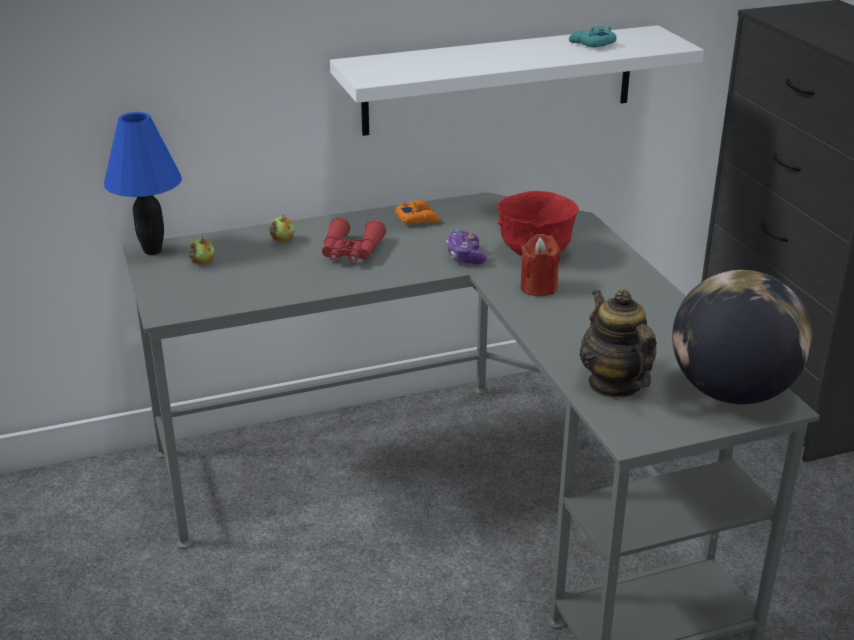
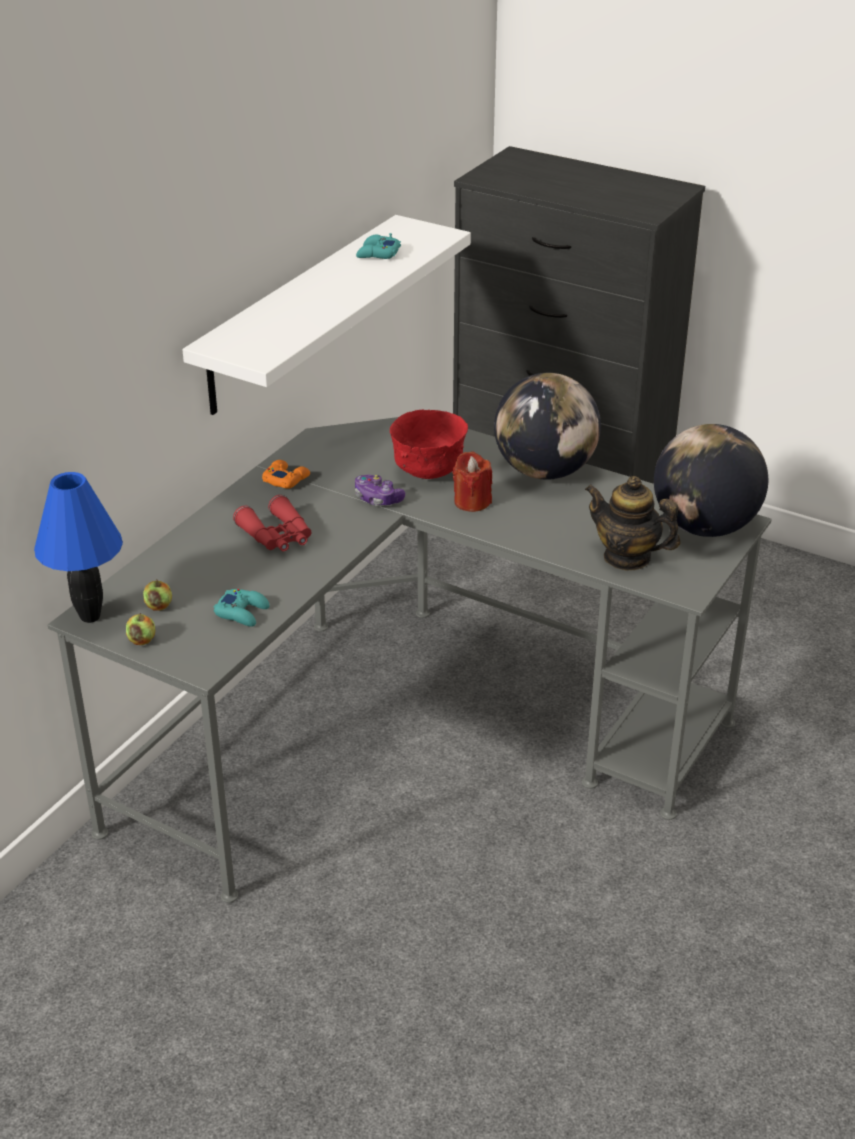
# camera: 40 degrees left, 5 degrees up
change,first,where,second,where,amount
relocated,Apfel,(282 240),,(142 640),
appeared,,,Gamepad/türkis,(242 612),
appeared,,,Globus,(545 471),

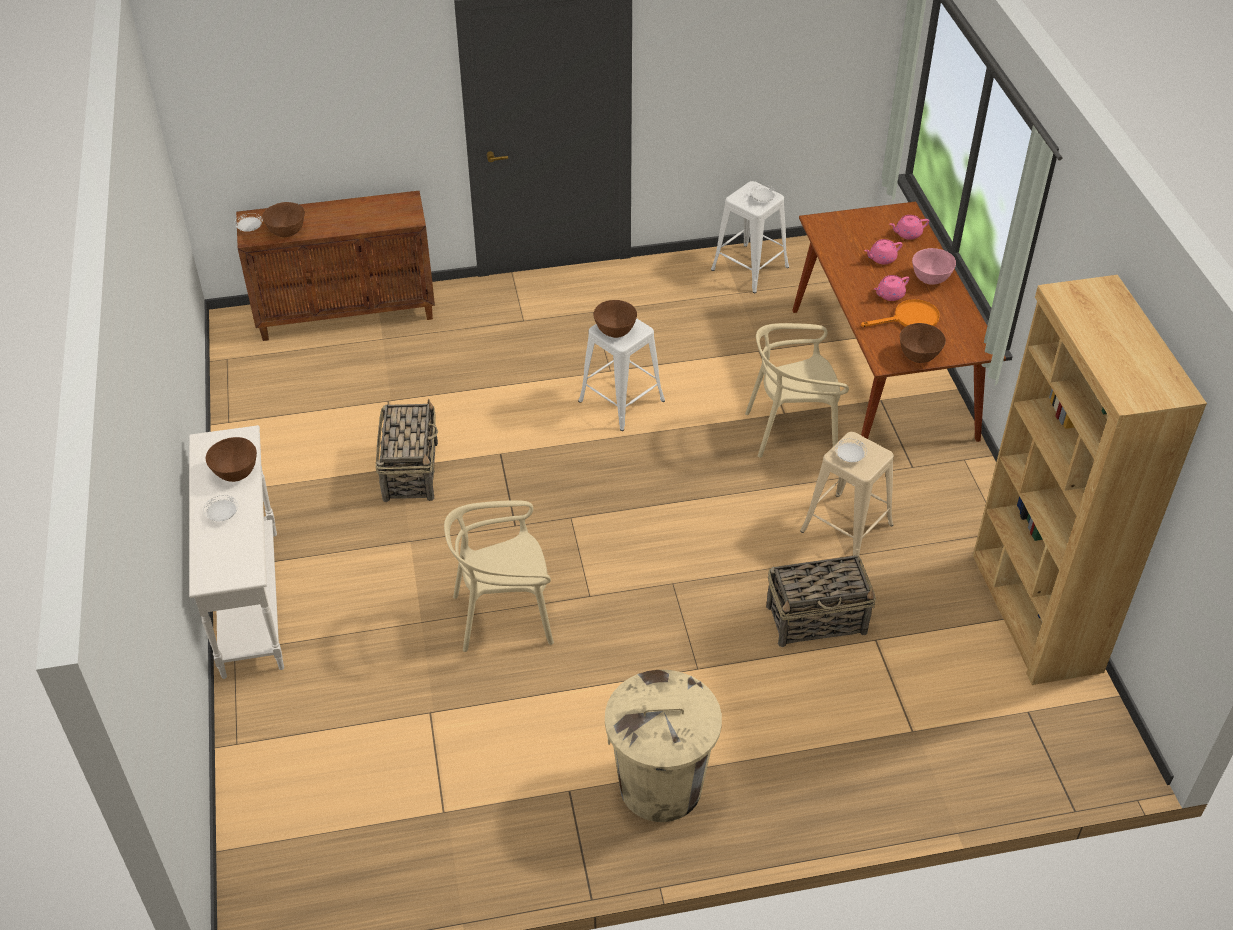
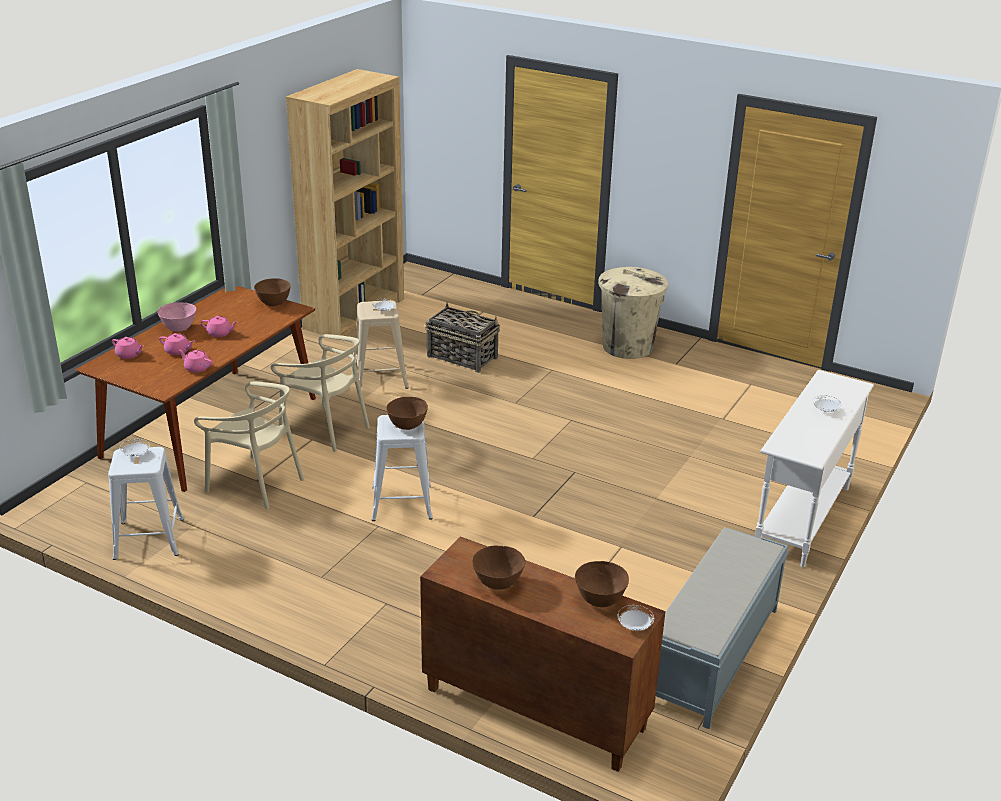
# camera: 140 degrees left, 15 degrees down
change,first,where,second,where,amount
appeared,,,Teekanne/rosa,(196 368),
relocated,Stuhl/beige,(504 616),,(255 483),
relocated,Schüssel/braun,(236 474),,(497 583),
appeared,,,Bank/grau,(713 656),
missing,Korb,(411 470),,,
missing,Pfanne/orange,(910 319),,,

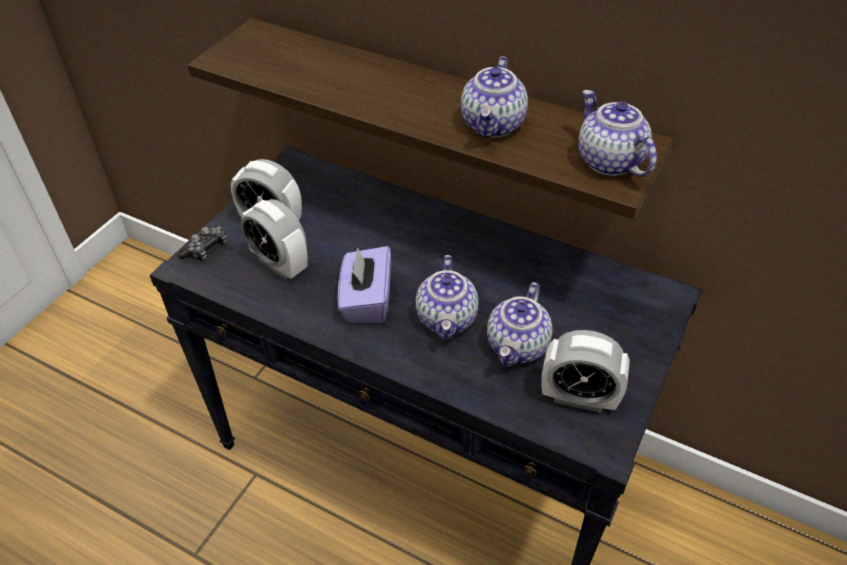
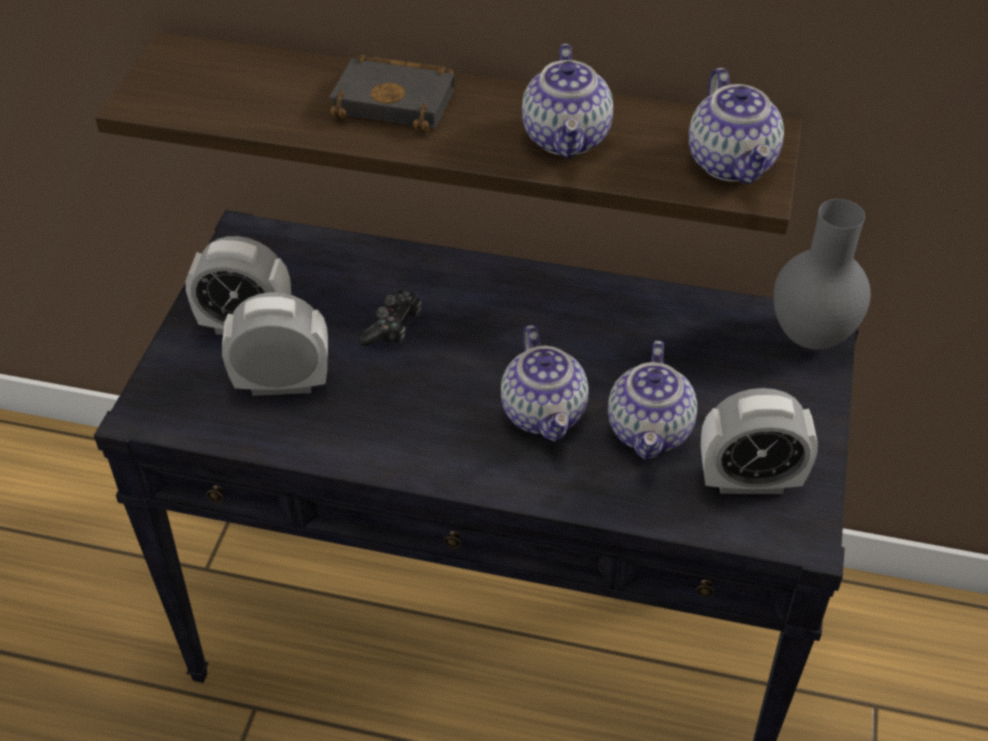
# camera: 15 degrees left, 0 degrees up
change,first,where,second,where,amount
spun,Wecker,(279 264),,(282 384),150 degrees clockwise
appeared,,,Buch/schwarz,(398 100),
relocated,Gamepad,(206 249),,(392 326),
spun,Teekanne,(608 161),,(733 163),150 degrees counterclockwise
appeared,,,Vase/grau,(811 339),
missing,Taschentuchbox/lila,(366 301),,,

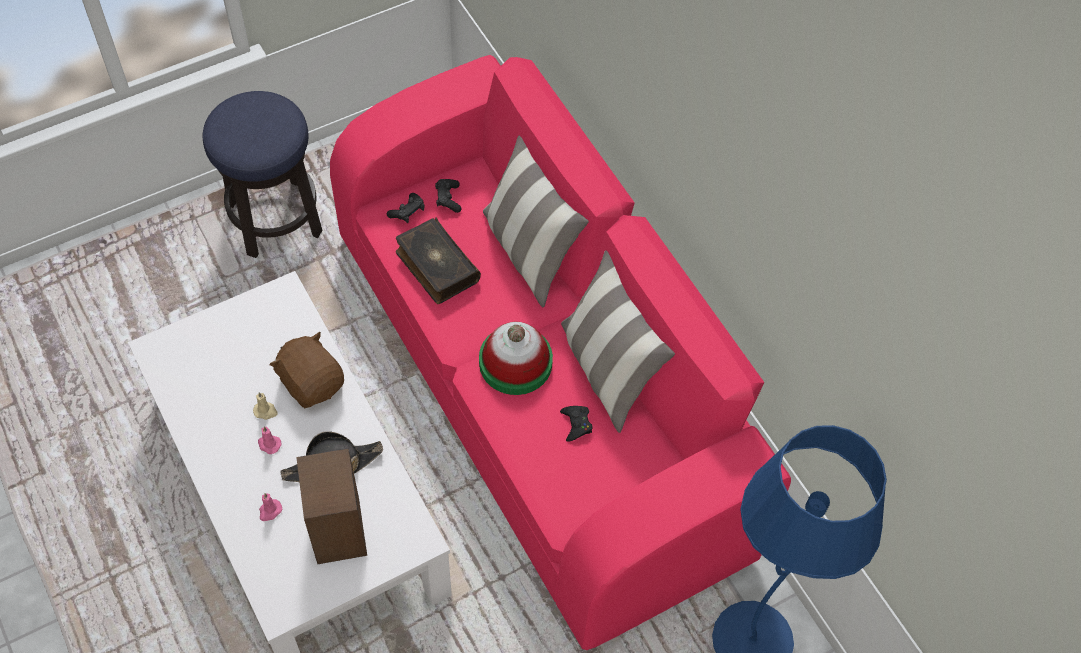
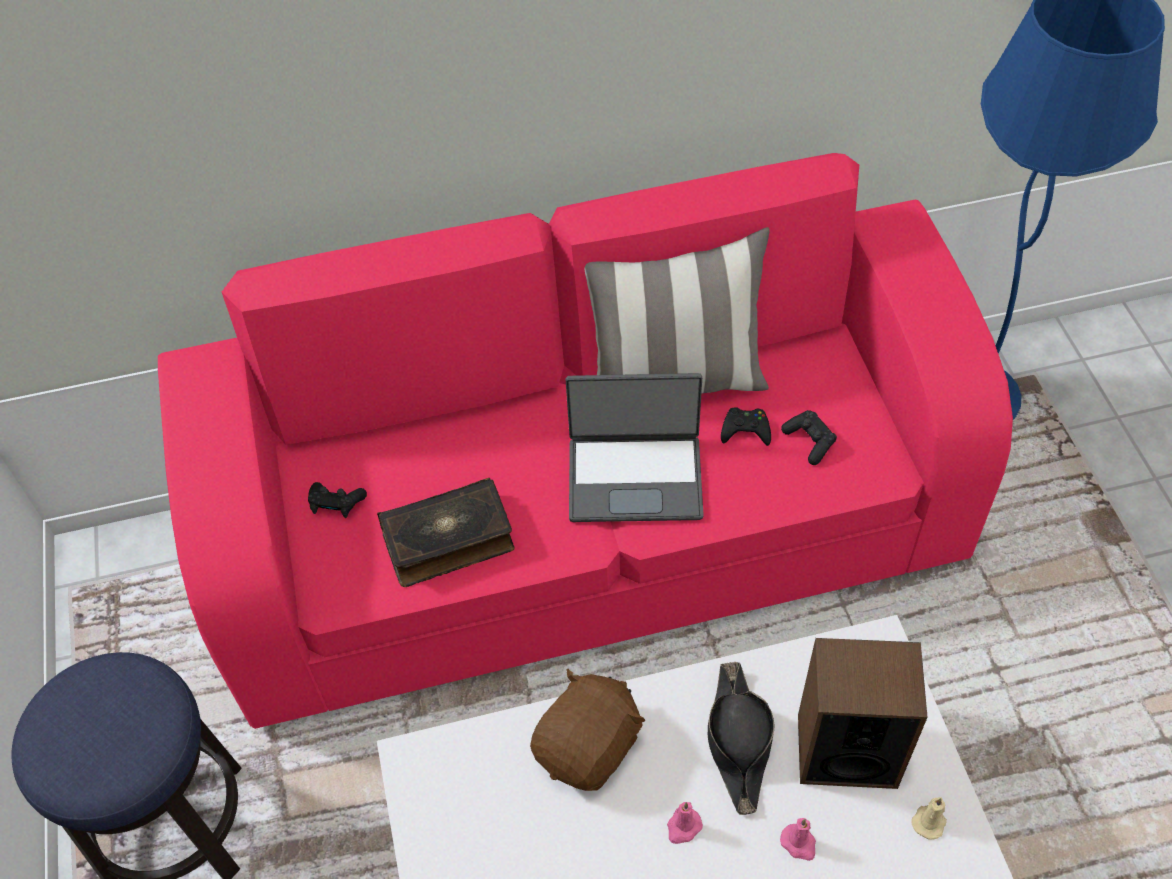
# camera: 70 degrees left, 5 degrees down
change,first,where,second,where,amount
spun,Plüschtier/braun,(312 382),,(589 747),150 degrees clockwise
exchanged,Hut,(515 362),Laptop,(635 477),
relocated,Gamepad/schwarz,(407 212),,(809 442),
relocated,Kerze/beige,(265 411),,(929 820),
missing,Kissen,(531 251),,,

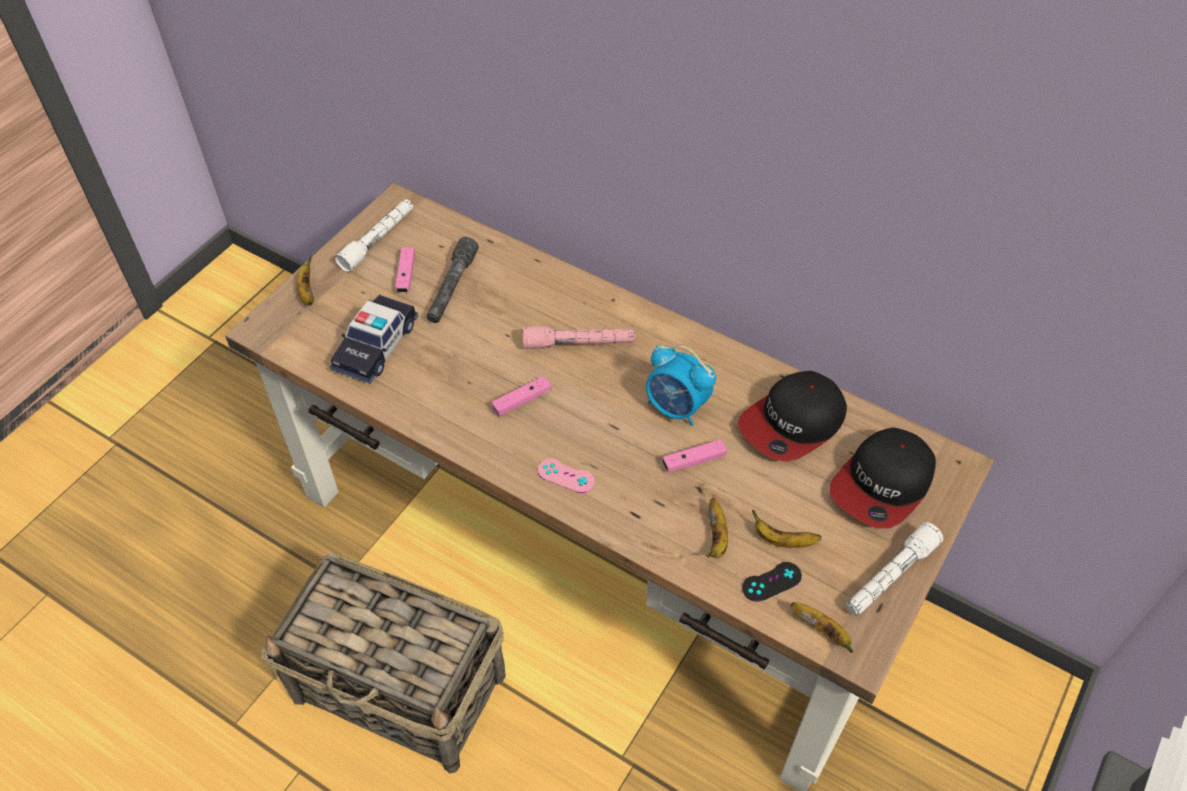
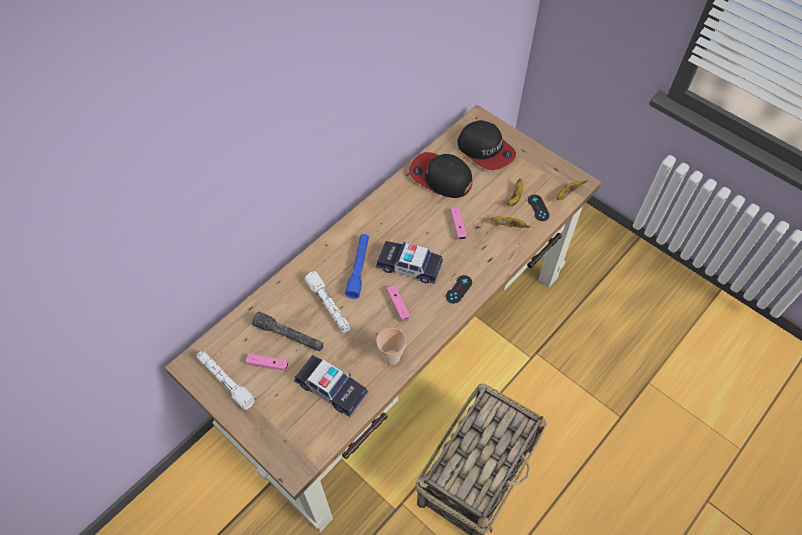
# camera: 80 degrees left, 5 degrees up
change,first,where,second,where,amount
relocated,Taschenlampe/weiß,(890 576),,(329 306),
colour,Taschenlampe/rosa,(579 343),Taschenlampe/blau,(358 268),
appeared,,,Spielzeugauto,(409 266),
appeared,,,Tasse,(391 357),
spun,Kappe,(792 423),,(440 177),150 degrees clockwise
colour,Gamepad/rosa,(566 476),Gamepad/schwarz,(458 289),
missing,Banane,(307 292),,,
missing,Wecker,(676 407),,,

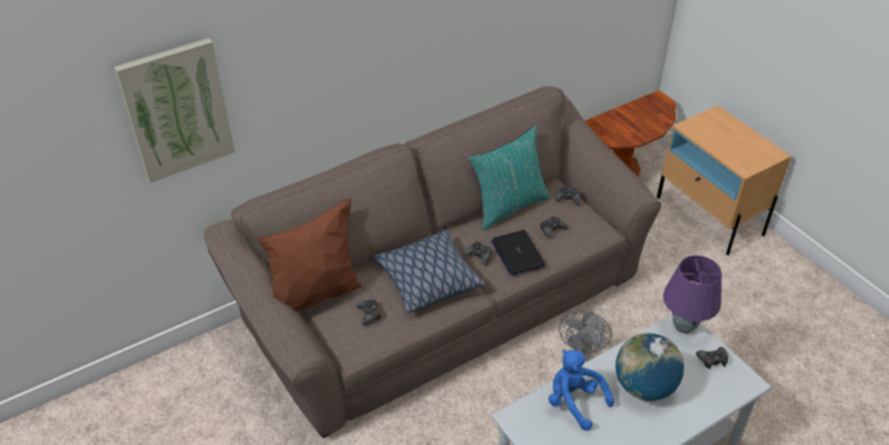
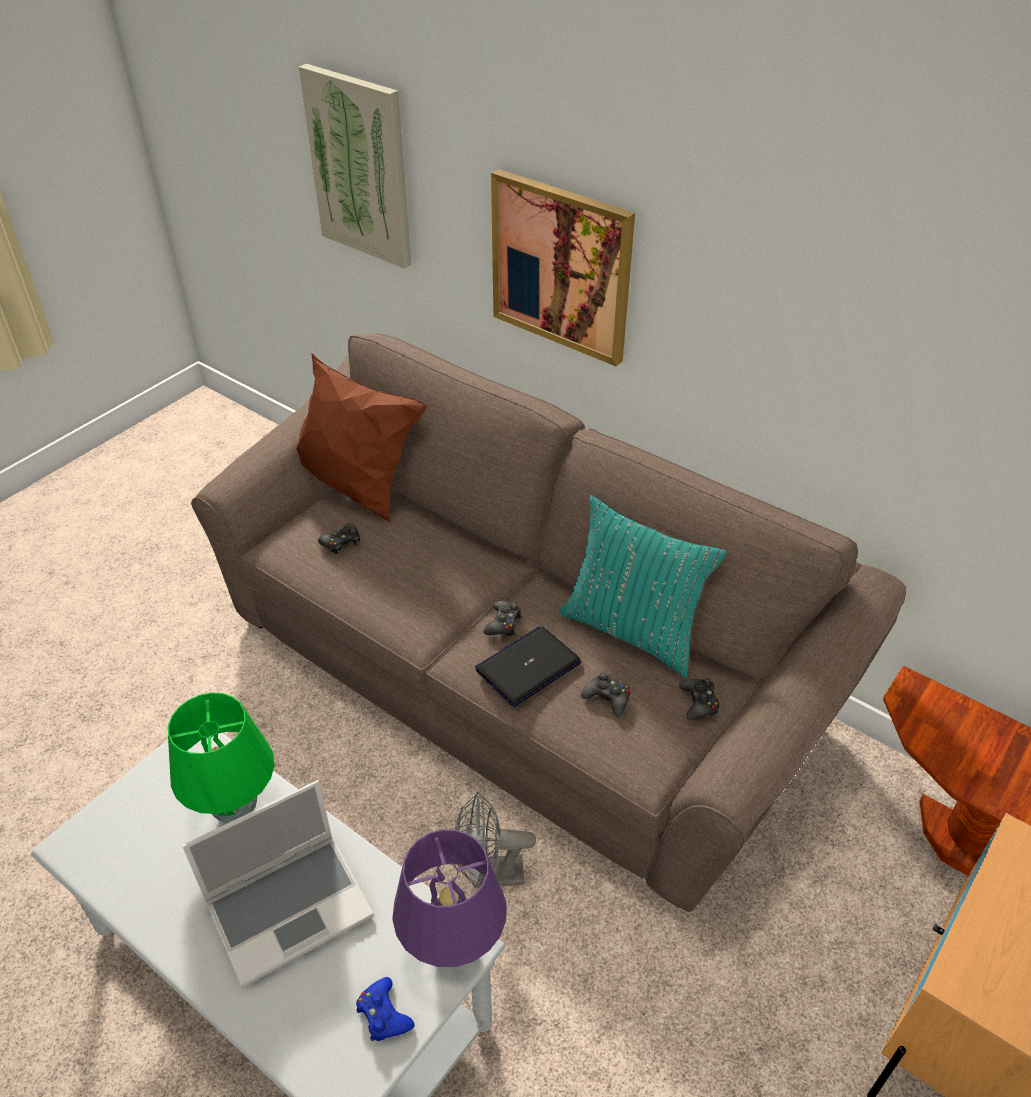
# camera: 70 degrees right, 0 degrees up
change,first,where,second,where,amount
exchanged,Plüschtier/blau,(574 402),Tischlampe/grün,(238 811),
exchanged,Globus,(644 387),Laptop,(290 906),
colour,Gamepad/schwarz,(712 360),Gamepad/blau,(383 1015),
appeared,,,Bild,(561 266),
missing,Kissen,(427 279),,,

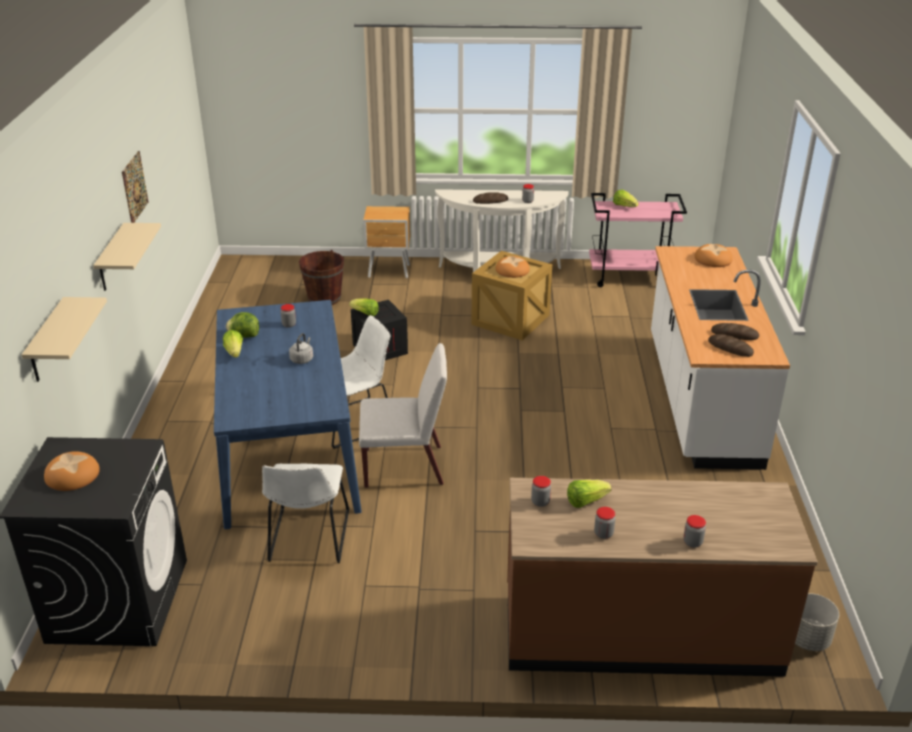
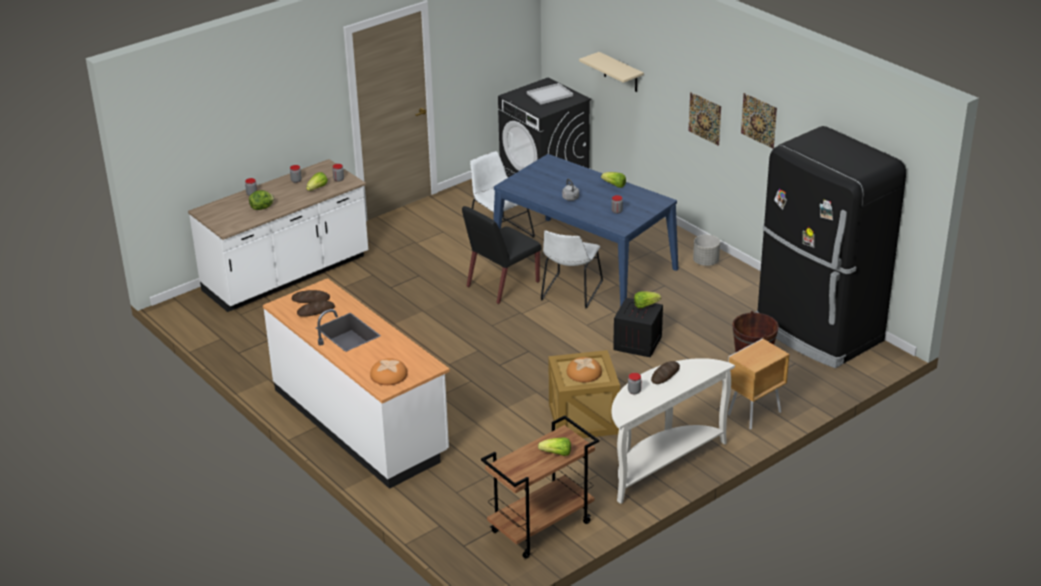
# camera: 140 degrees right, 0 degrees up
change,first,where,second,where,amount
colour,Küchenzeile/braun,(639 631),Küchenzeile/weiß,(287 275),
relocated,Salatkopf,(244 336),,(262 208),
colour,Stuhl/weiß,(405 466),Stuhl/schwarz,(502 285),
colour,Rollwagen/rosa,(631 277),Rollwagen/braun,(541 528),
exchanged,Brot,(73 475),Tablett/weiß,(549 95),
exchanged,Wandregal/beige,(112 258),Bild,(705 118),
relocated,Pflanzkübel/grau,(808 638),,(706 262),
appeared,,,Kühlschrank/schwarz,(817 332),

